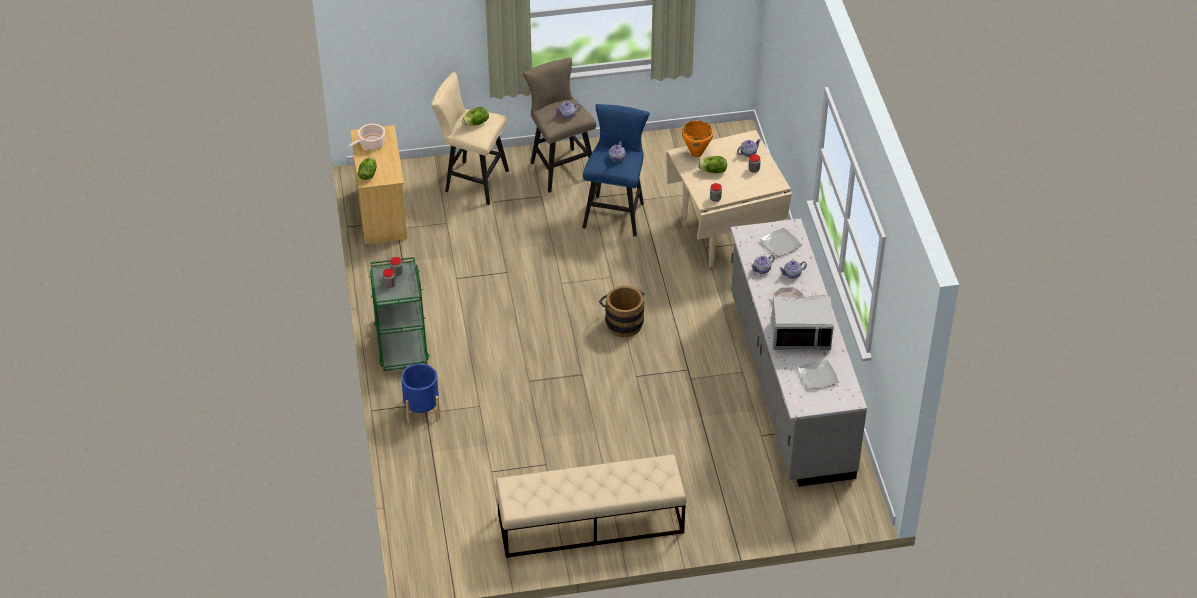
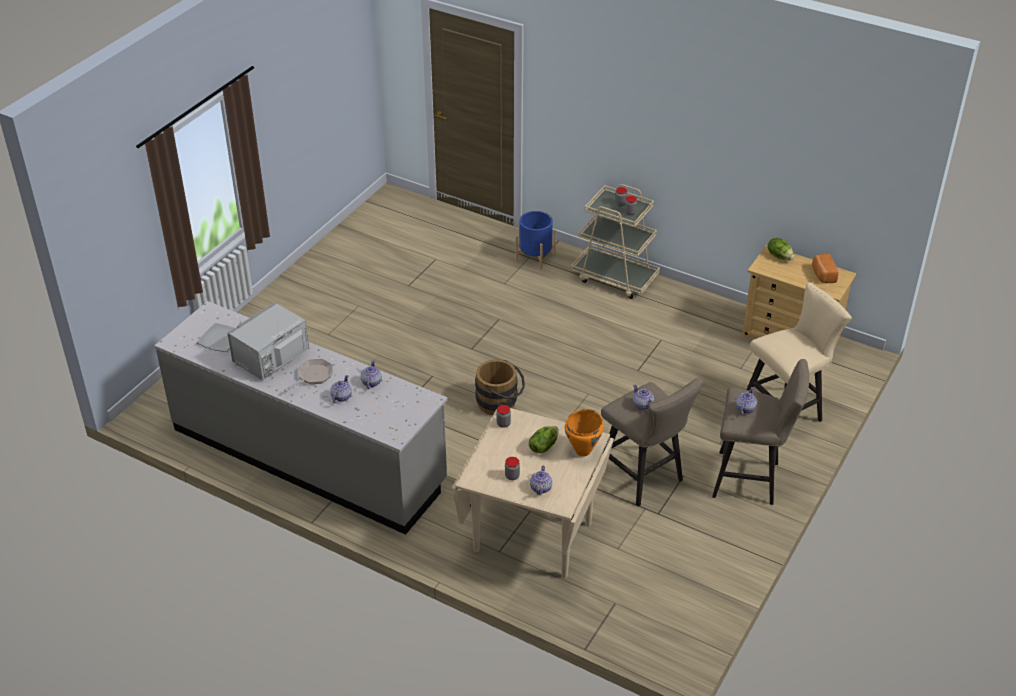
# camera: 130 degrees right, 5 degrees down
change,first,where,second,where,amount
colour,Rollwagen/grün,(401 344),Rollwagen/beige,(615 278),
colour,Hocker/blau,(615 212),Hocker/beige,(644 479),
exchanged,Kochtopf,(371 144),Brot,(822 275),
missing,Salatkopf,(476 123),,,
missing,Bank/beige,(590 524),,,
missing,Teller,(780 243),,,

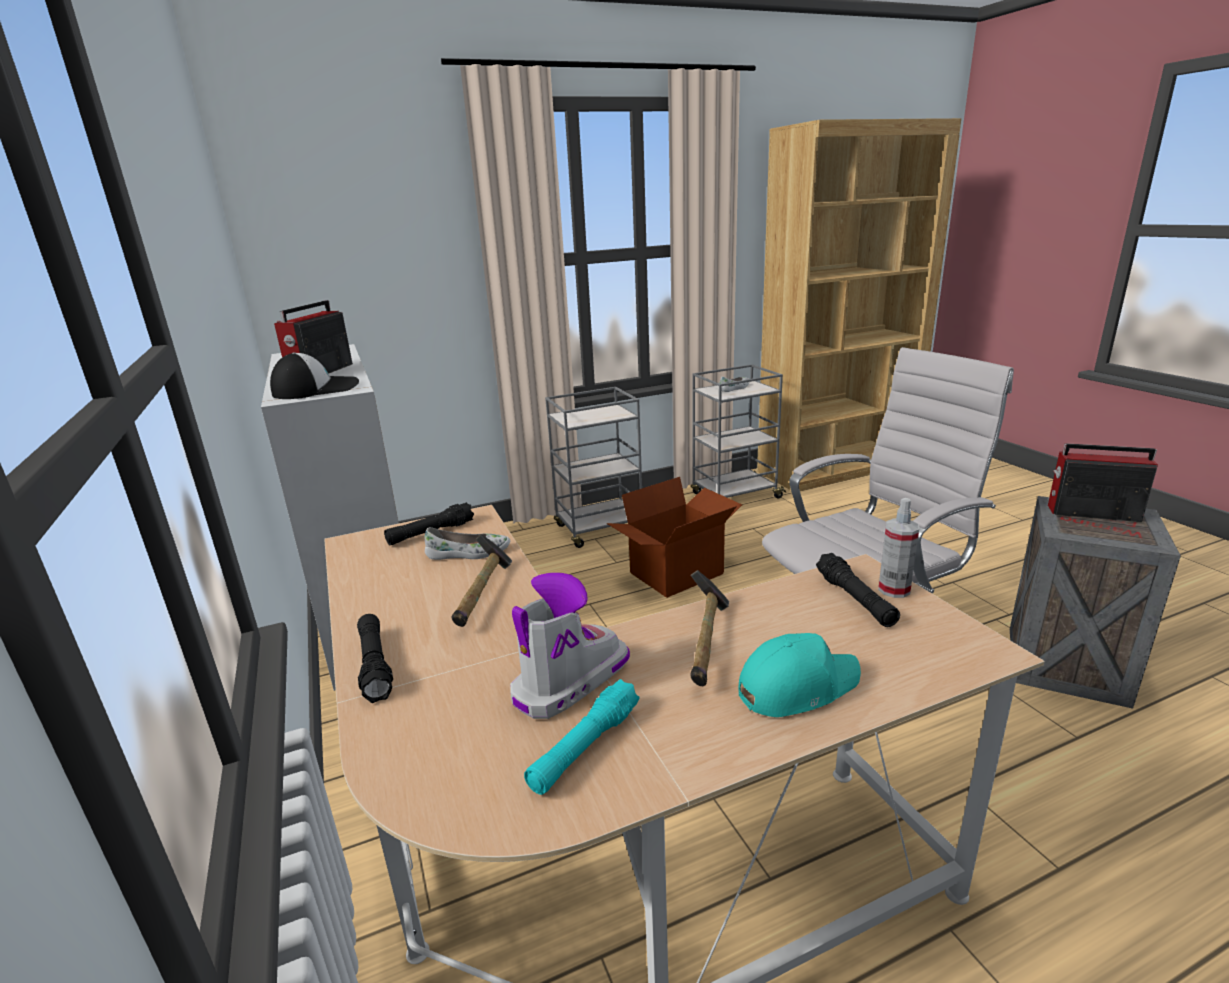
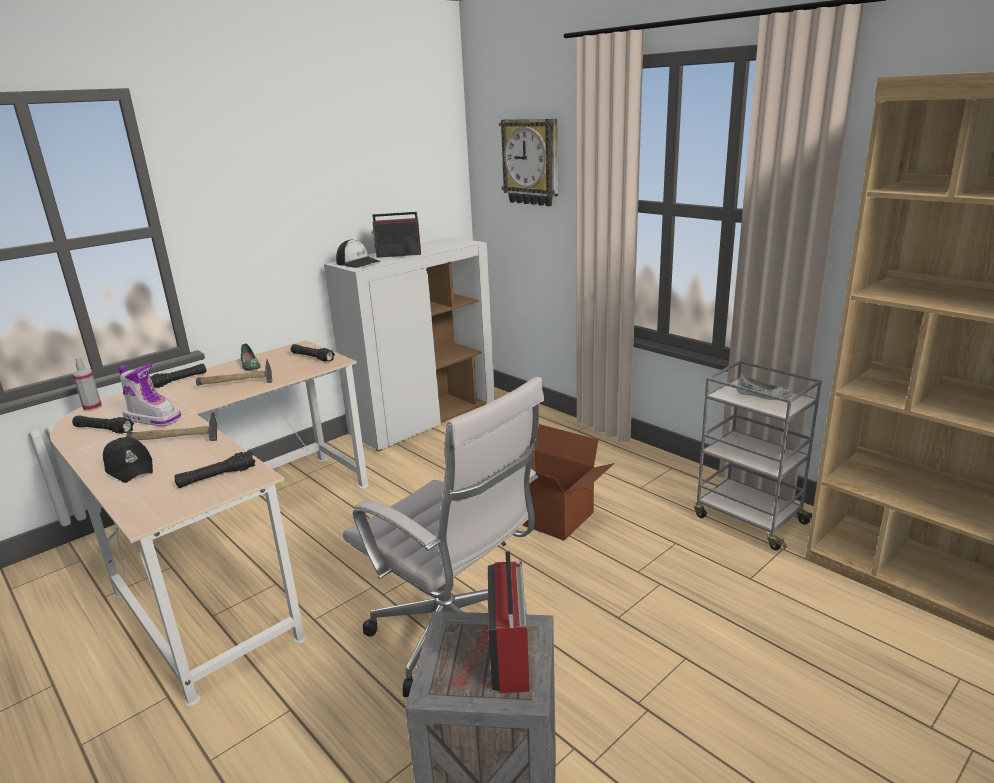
# camera: 70 degrees right, 0 degrees up
change,first,where,second,where,amount
relocated,Sprühflasche,(894 589),,(92 407),
colour,Taschenlampe/türkis,(585 747),Taschenlampe/schwarz,(104 430),
colour,Kappe/türkis,(796 686),Kappe/schwarz,(130 467),
appeared,,,Schuh/grün,(250 365),
appeared,,,Wanduhr,(531 162),
missing,Schuh/weiß,(468 553),,,
missing,Rollwagen/grau,(600 529),,,

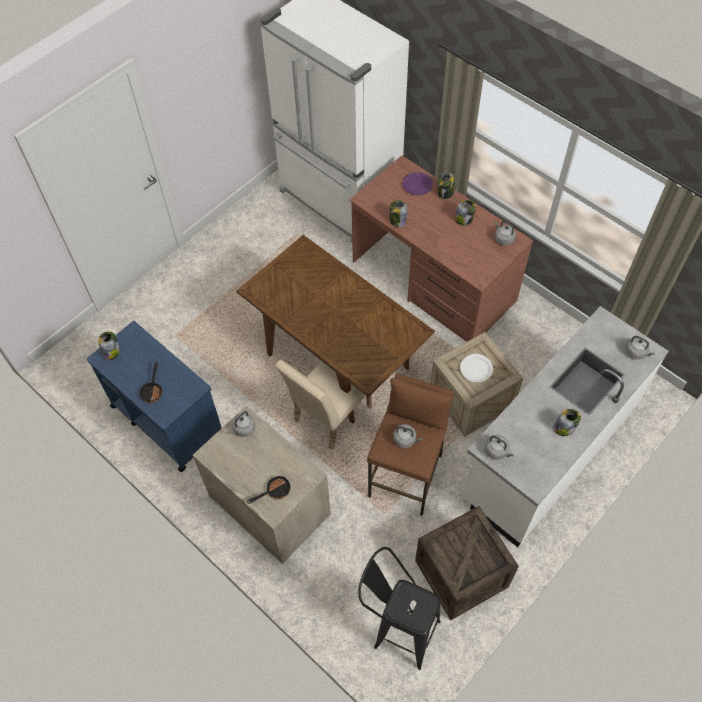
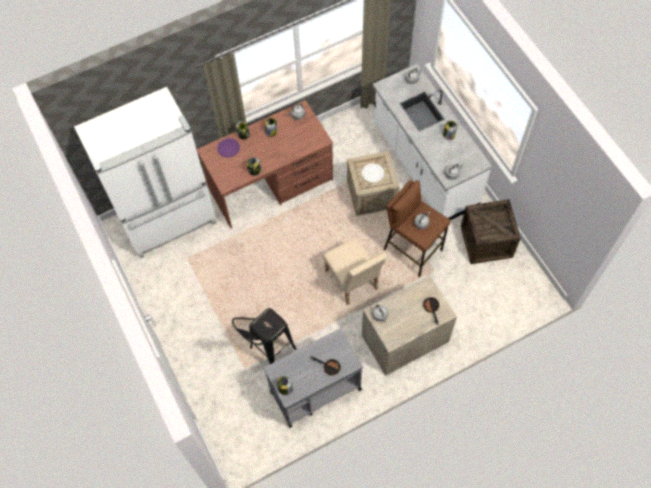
# camera: 70 degrees left, 5 degrees up
change,first,where,second,where,amount
relocated,Hocker/schwarz,(397 629),,(267 353),
colour,Rollwagen/blau,(166 419),Rollwagen/grau,(315 390),
missing,Esstisch/braun,(336 360),,,

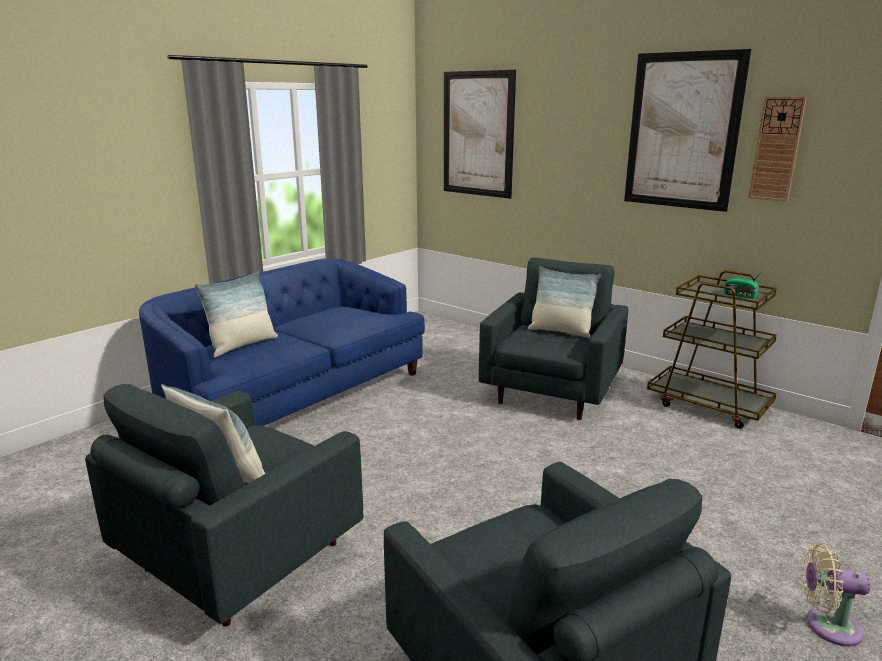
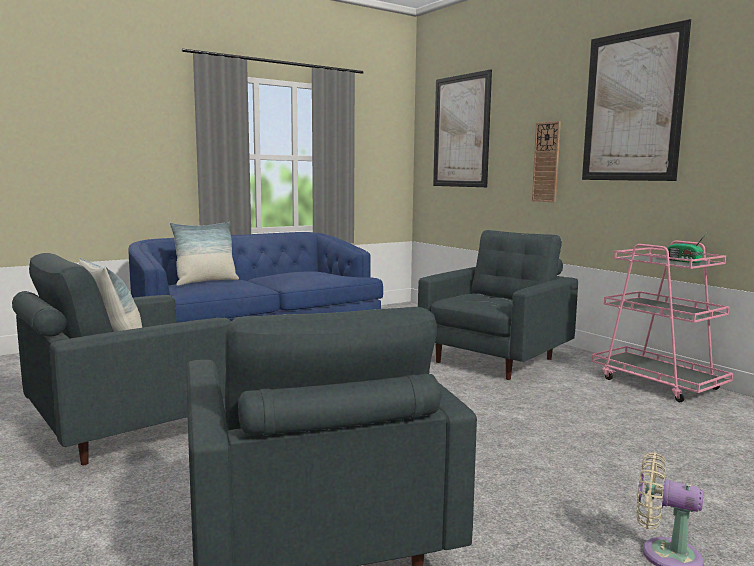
# camera: 15 degrees right, 10 degrees down
change,first,where,second,where,amount
relocated,Wanduhr,(776 149),,(546 162),
colour,Rollwagen/braun,(708 405),Rollwagen/rosa,(657 383),
missing,Kissen,(560 331),,,

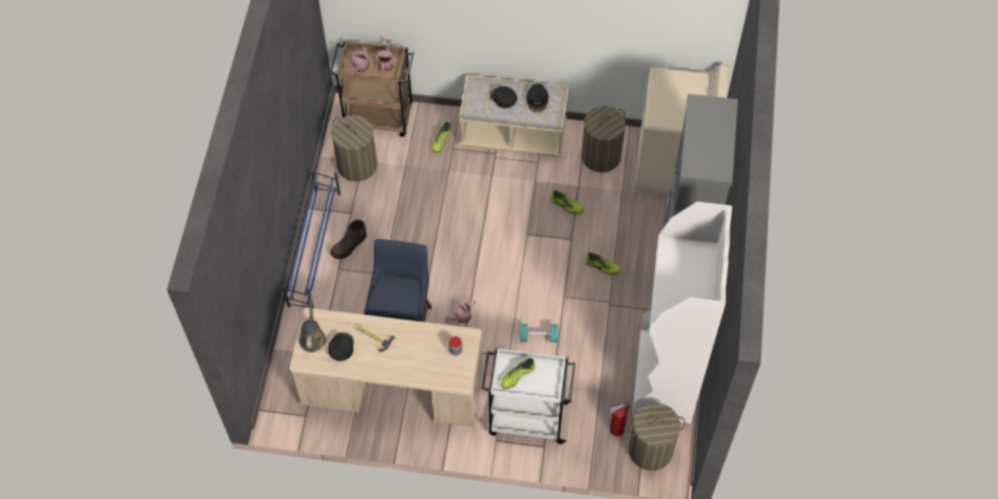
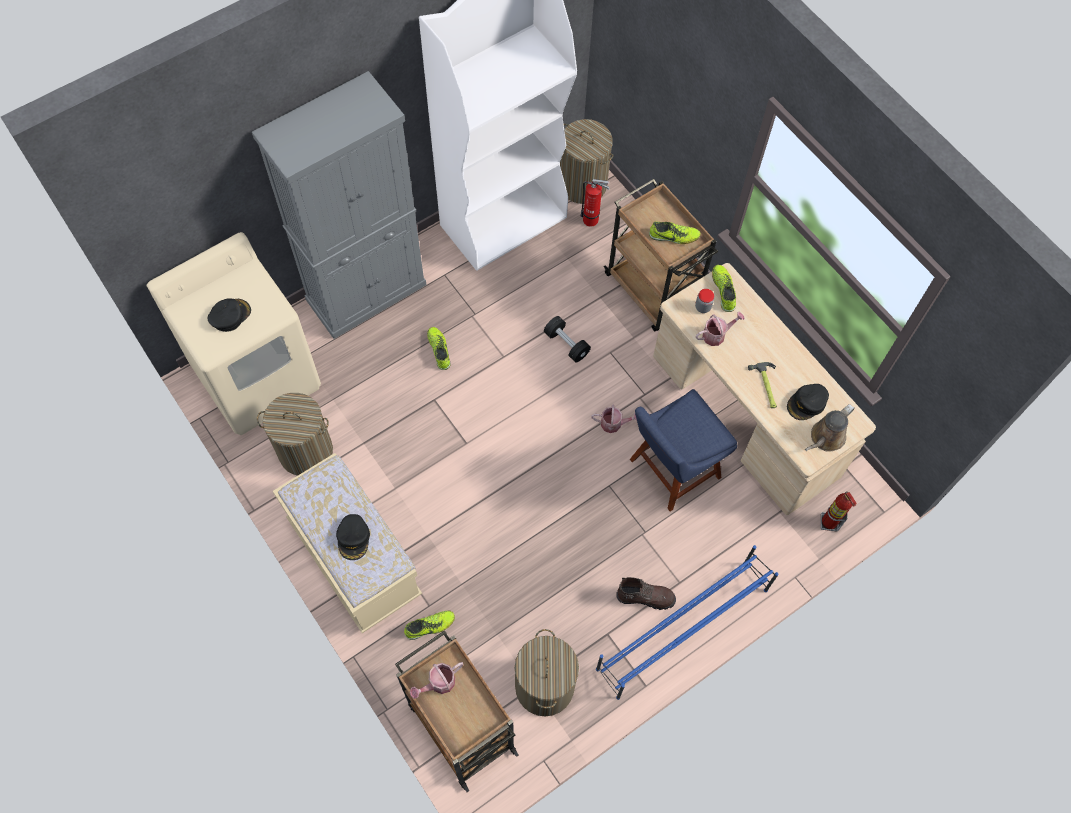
# camera: 135 degrees left, 5 degrees up
change,first,where,second,where,amount
relocated,Kappe/schwarz,(537 100),,(230 315),
colour,Hantel/türkis,(538 337),Hantel/schwarz,(566 344),
colour,Rollwagen/weiß,(526 418),Rollwagen/braun,(652 291),
relocated,Gießkanne,(360 68),,(716 335),
relocated,Schuh,(566 205),,(723 290),
appeared,,,Feuerlöscher,(829 523),

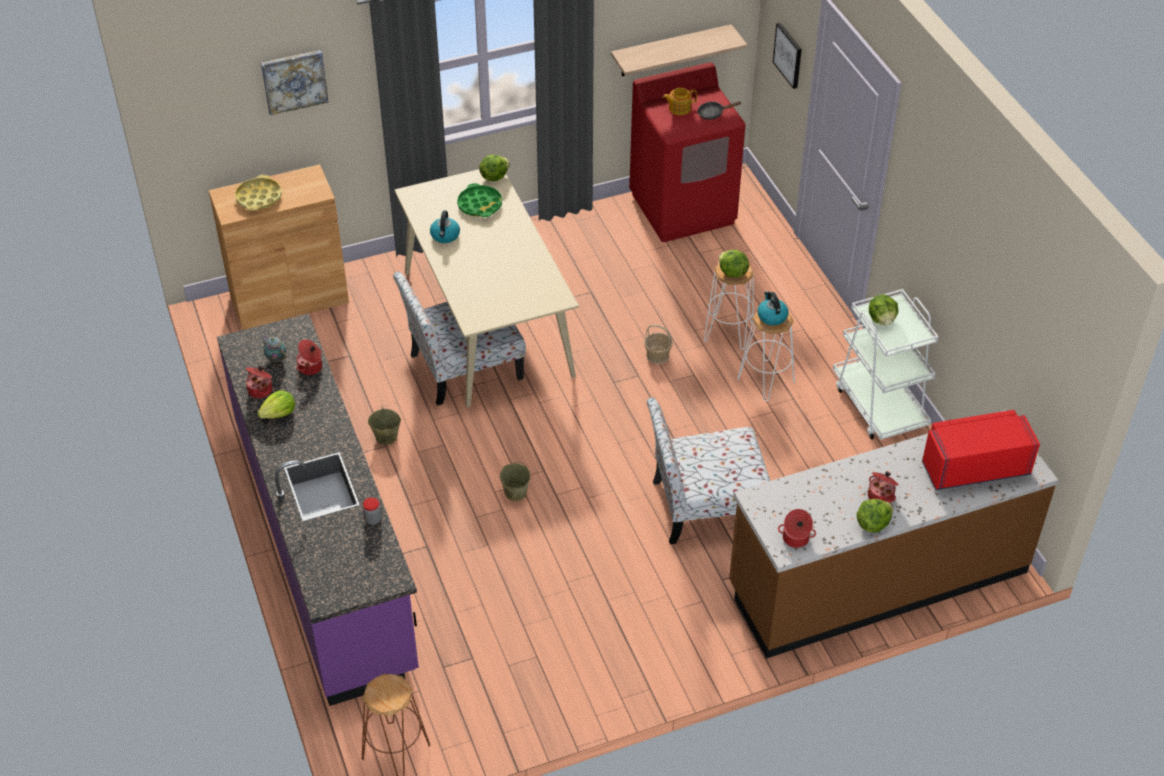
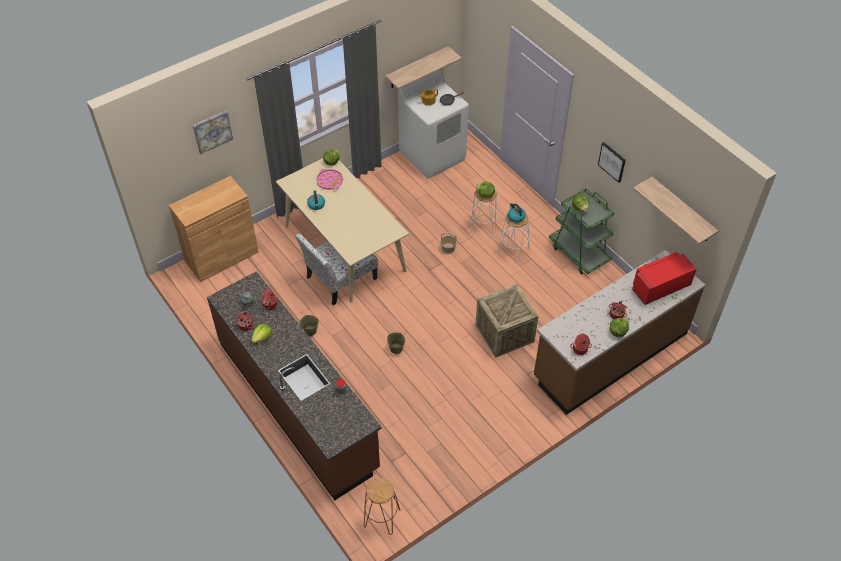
# camera: 15 degrees left, 5 degrees up
change,first,where,second,where,amount
colour,Küchenzeile/lila,(325 544),Küchenzeile/braun,(298 404),
colour,Tablett/grün,(480 205),Tablett/rosa,(330 181),
colour,Waschmaschine/rot,(683 208),Waschmaschine/weiß,(433 155),
exchanged,Stuhl,(705 506),Kiste,(504 333),
colour,Rollwagen/weiß,(879 405),Rollwagen/grün,(579 253),
relocated,Bild,(788 55),,(612 162),
appeared,,,Wandregal,(682 210),
missing,Tablett/gelb,(259 197),,,

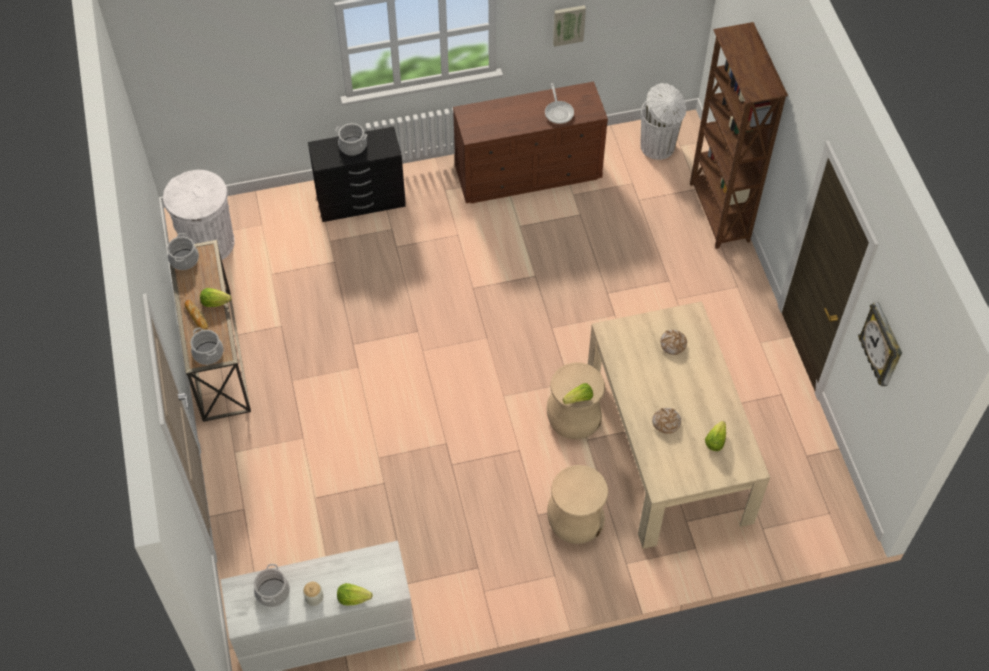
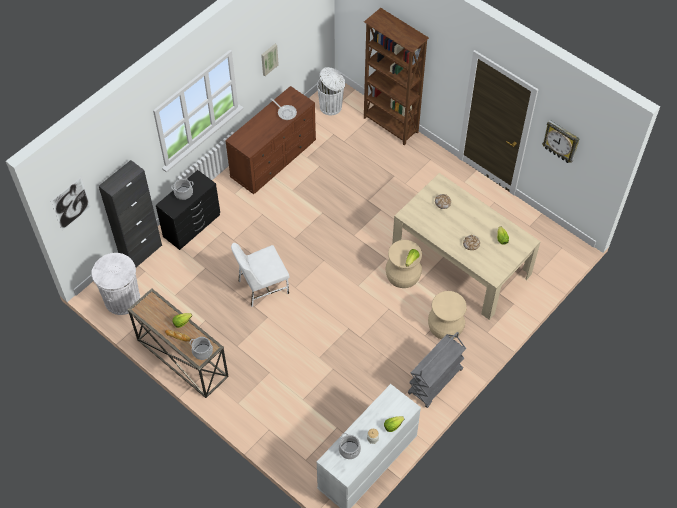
# camera: 35 degrees left, 0 degrees up
change,first,where,second,where,amount
appeared,,,Bild,(71 204),
appeared,,,Schrank/schwarz,(141 253),
appeared,,,Stuhl/weiß,(262 286),
appeared,,,Rollwagen/grau,(435 382),
missing,Kochtopf,(184 259),,,

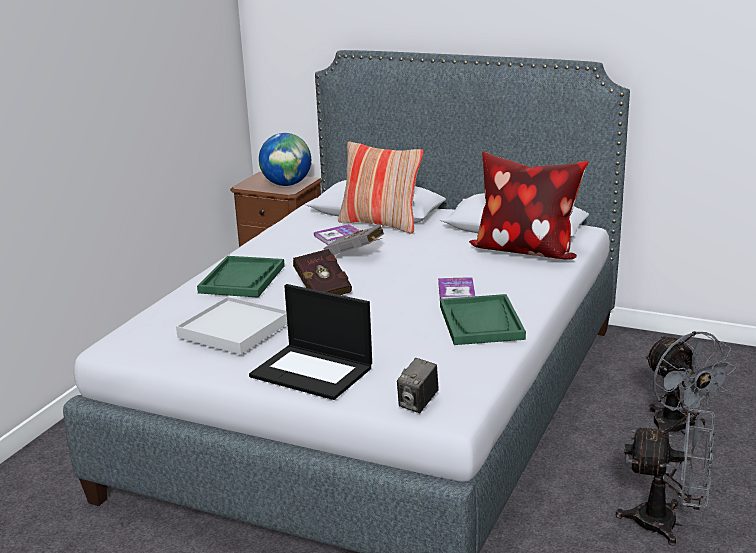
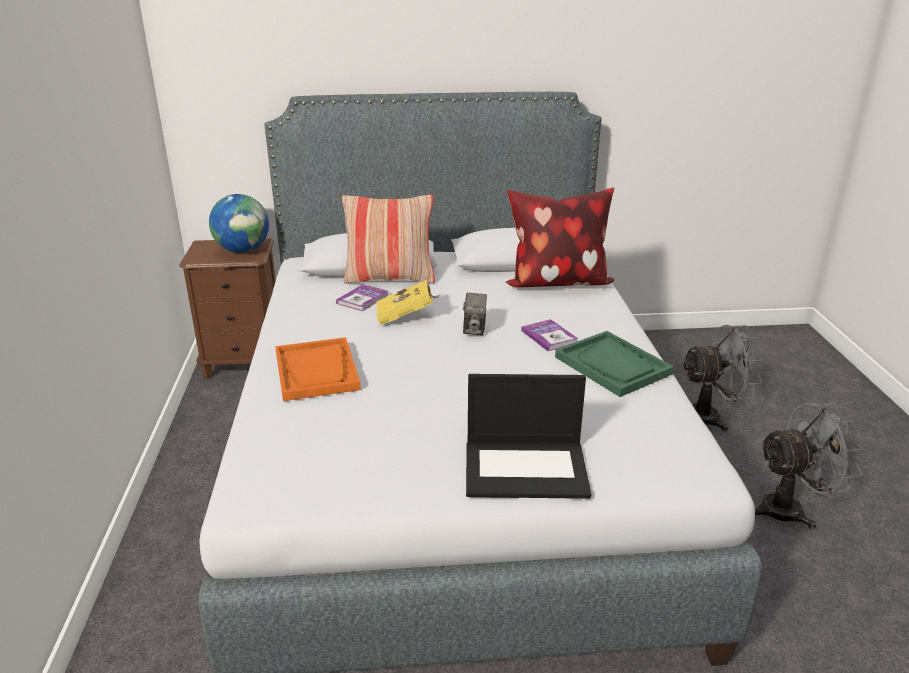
# camera: 30 degrees left, 5 degrees up
change,first,where,second,where,amount
colour,Tablett/grün,(242 279),Tablett/orange,(317 371),
colour,Buch/grau,(356 255),Buch/gelb,(407 317),
relocated,Kamera,(418 404),,(474 329),
spun,Ventilator/grau,(677 429),,(710 417),45 degrees counterclockwise
missing,Tablett/weiß,(234 330),,,
missing,Buch/rot,(322 289),,,

